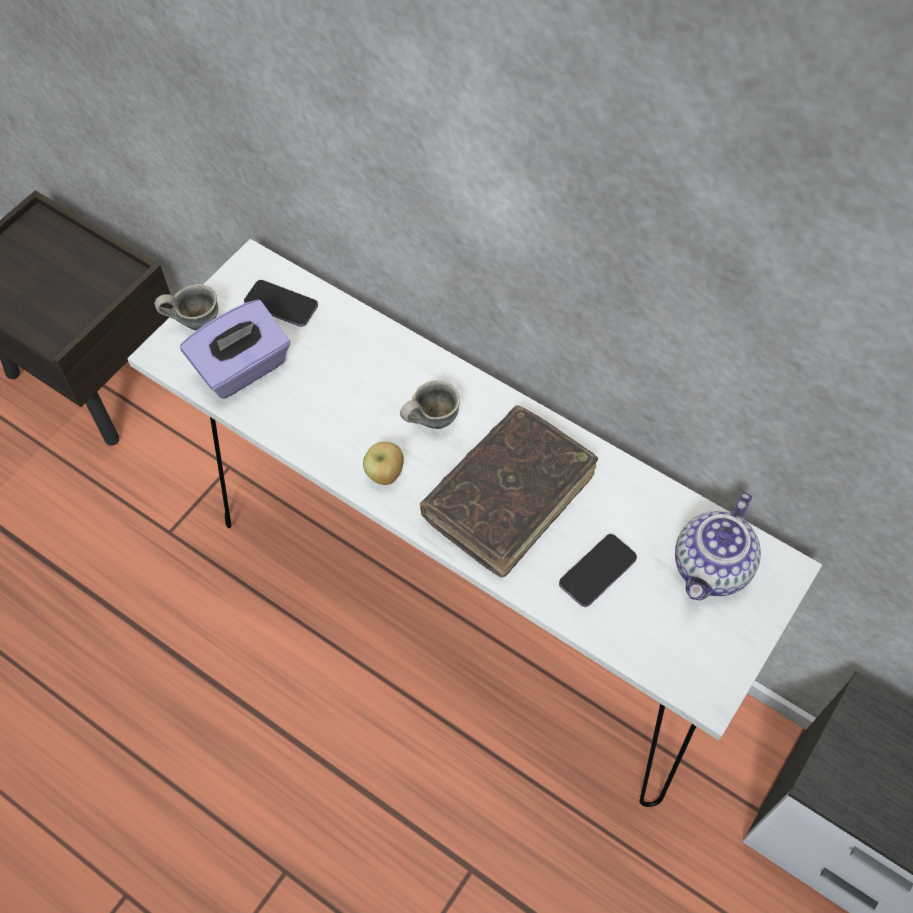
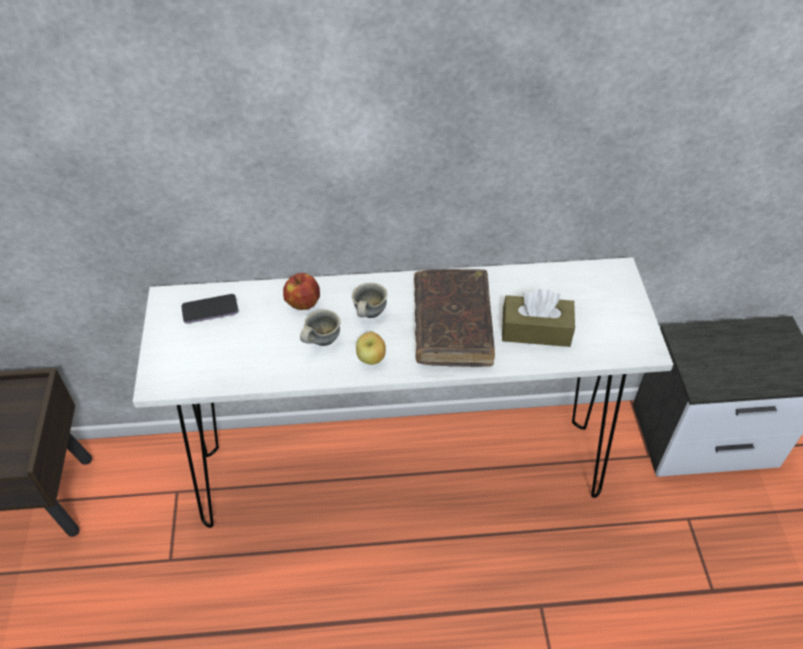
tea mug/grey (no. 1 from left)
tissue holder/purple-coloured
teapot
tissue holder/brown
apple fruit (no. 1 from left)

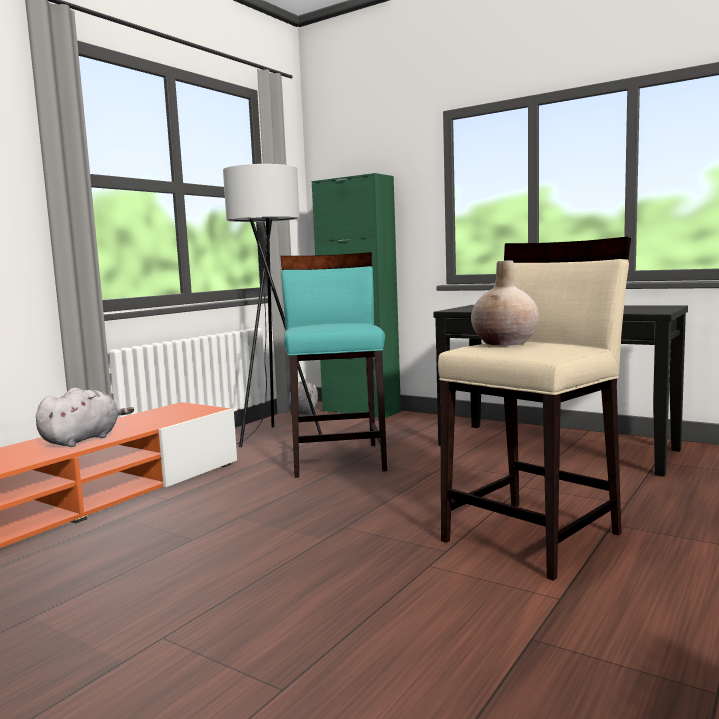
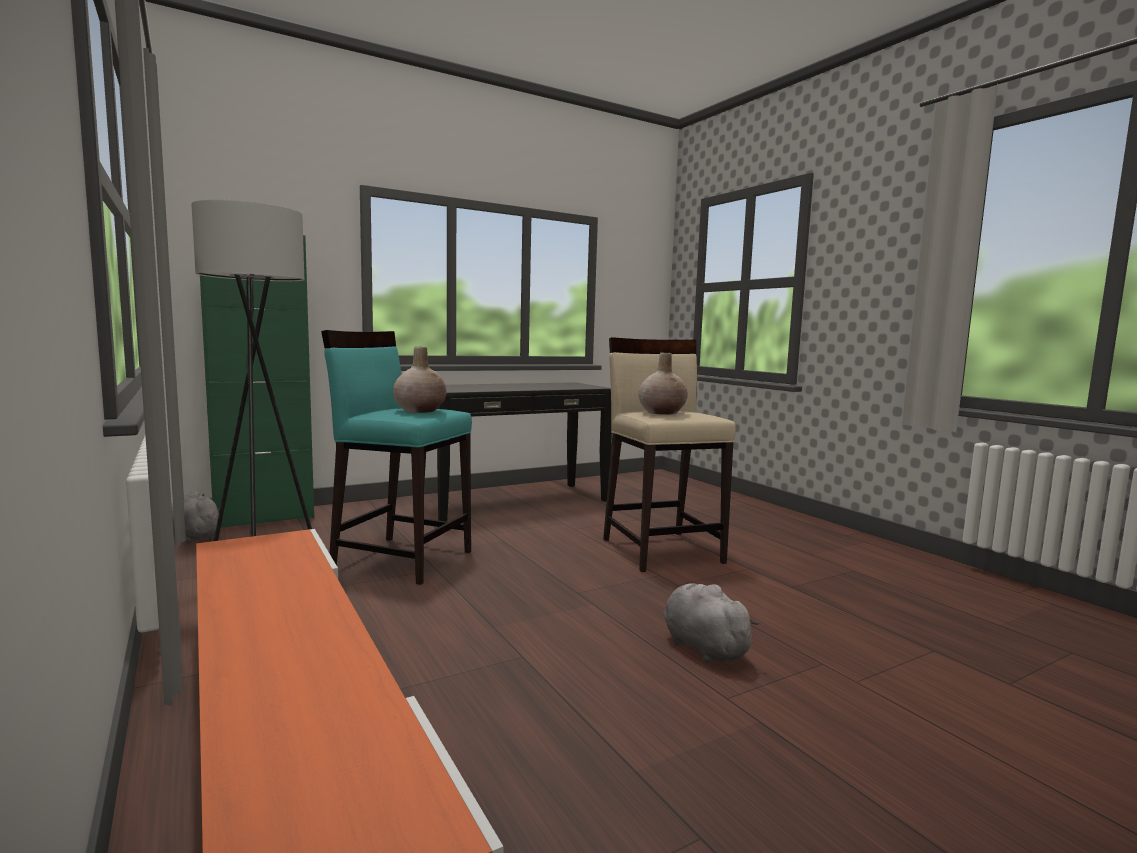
cuddly toy/grey (no. 2 from left)
flower vase/sand-coloured (no. 1 from left)

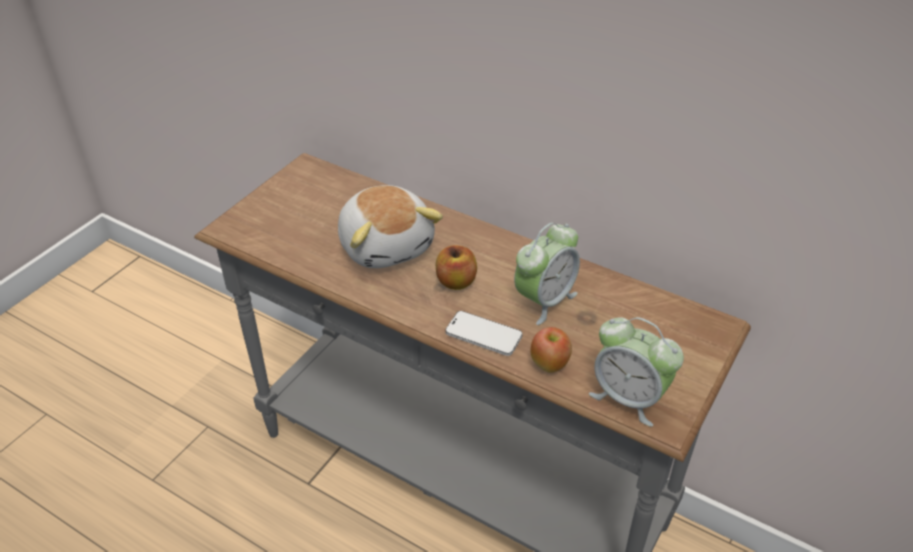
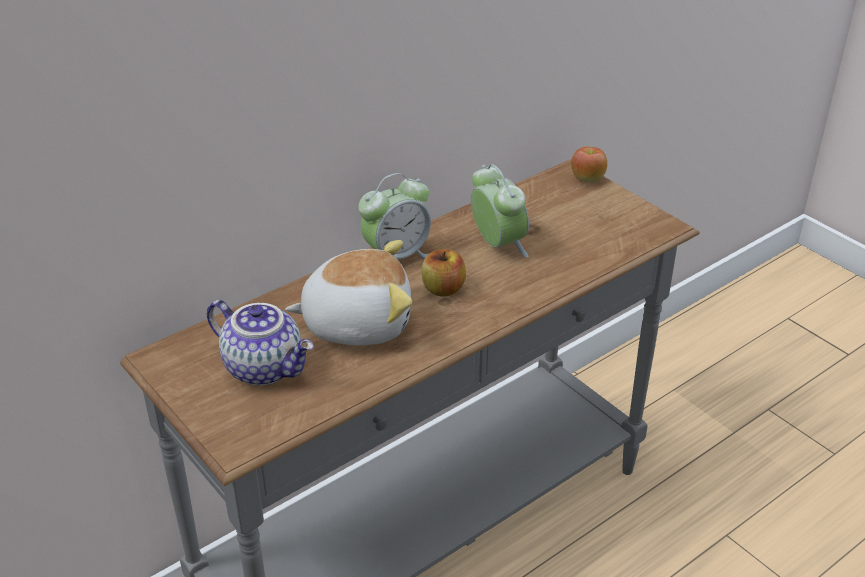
telephone
alarm clock (no. 1 from left)
apple fruit (no. 2 from left)
teapot

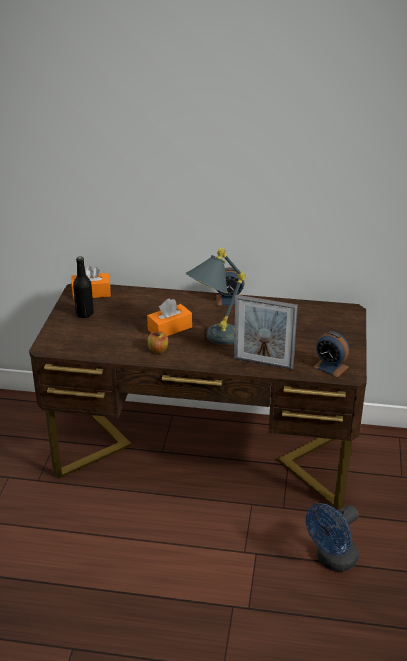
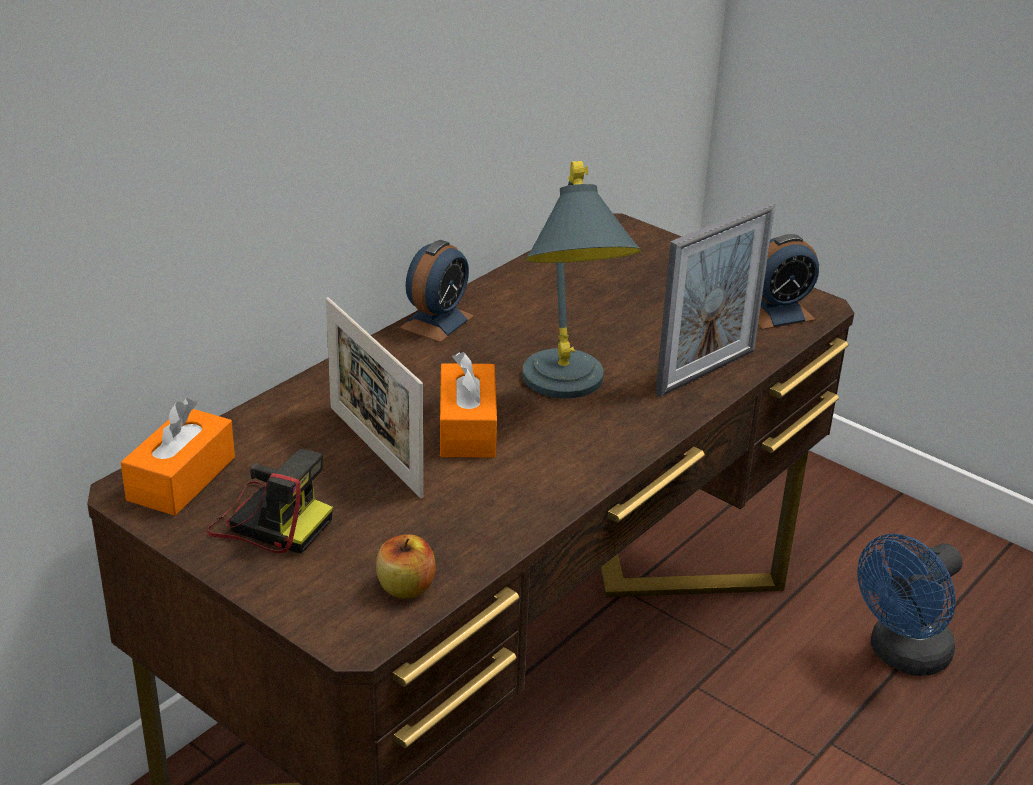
photo camera
apple fruit
cooling fan/blue
standing frame (no. 1 from left)

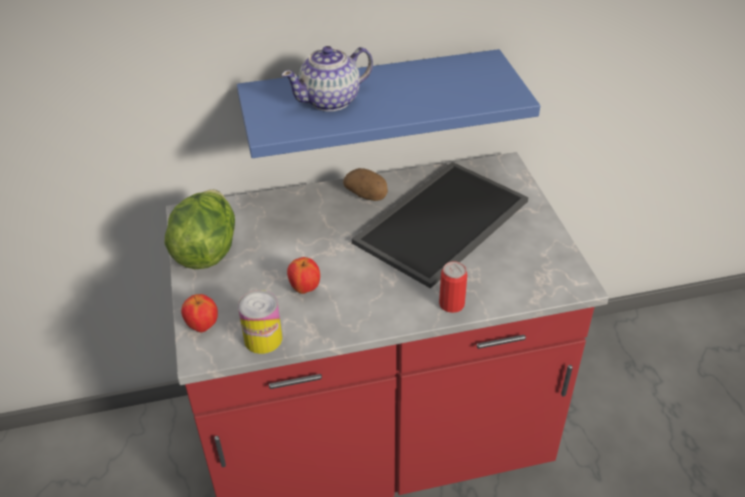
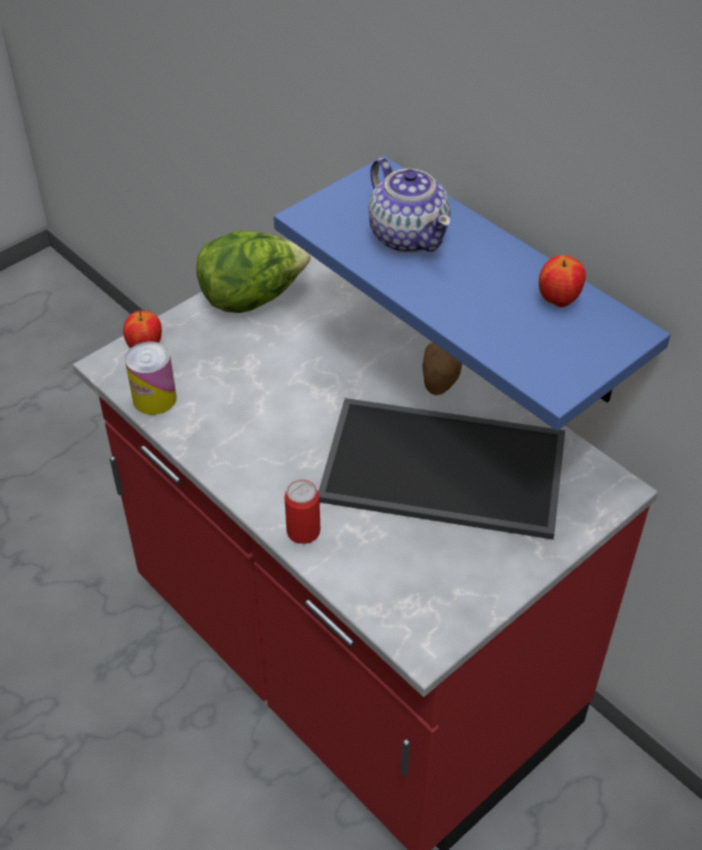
teapot
apple fruit (no. 2 from left)

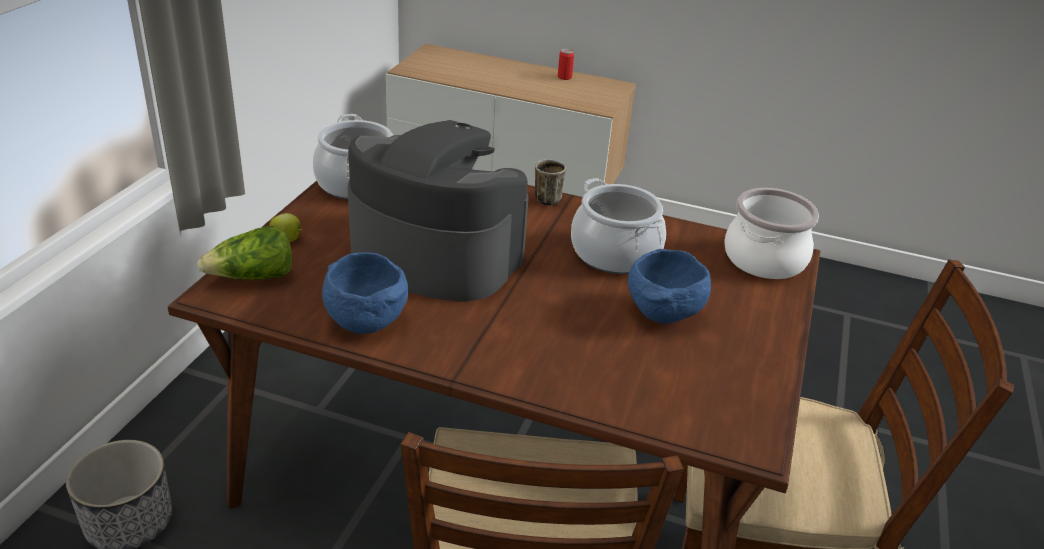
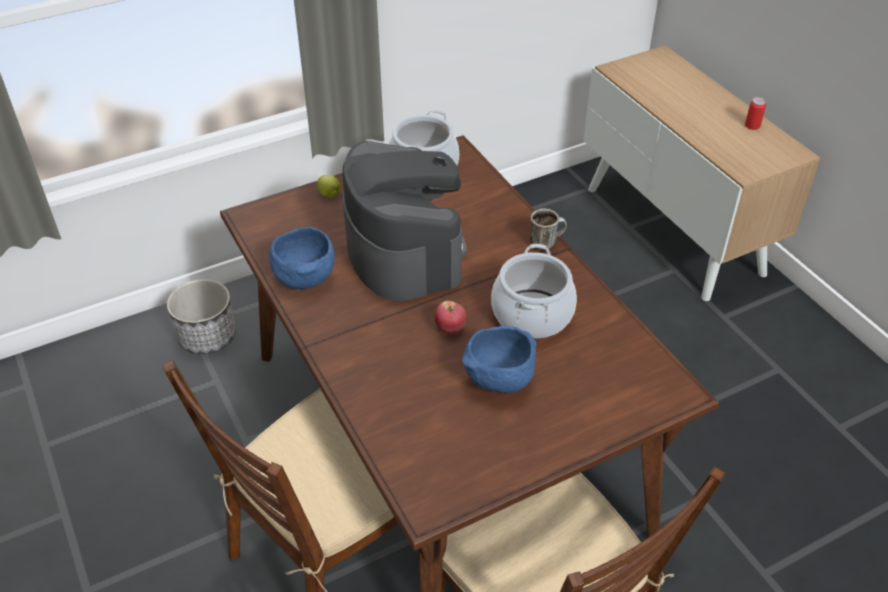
saucepot (no. 3 from left in the first image)
lettuce
apple fruit (no. 2 from left)

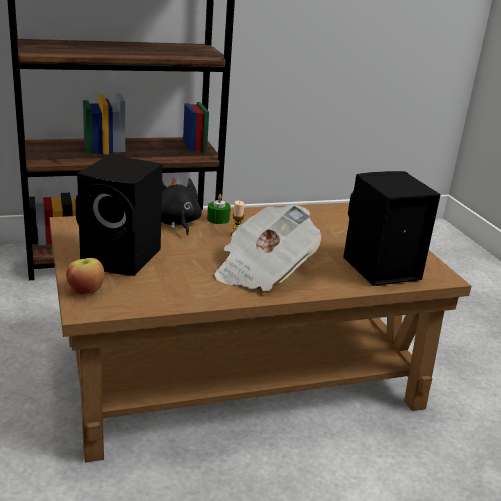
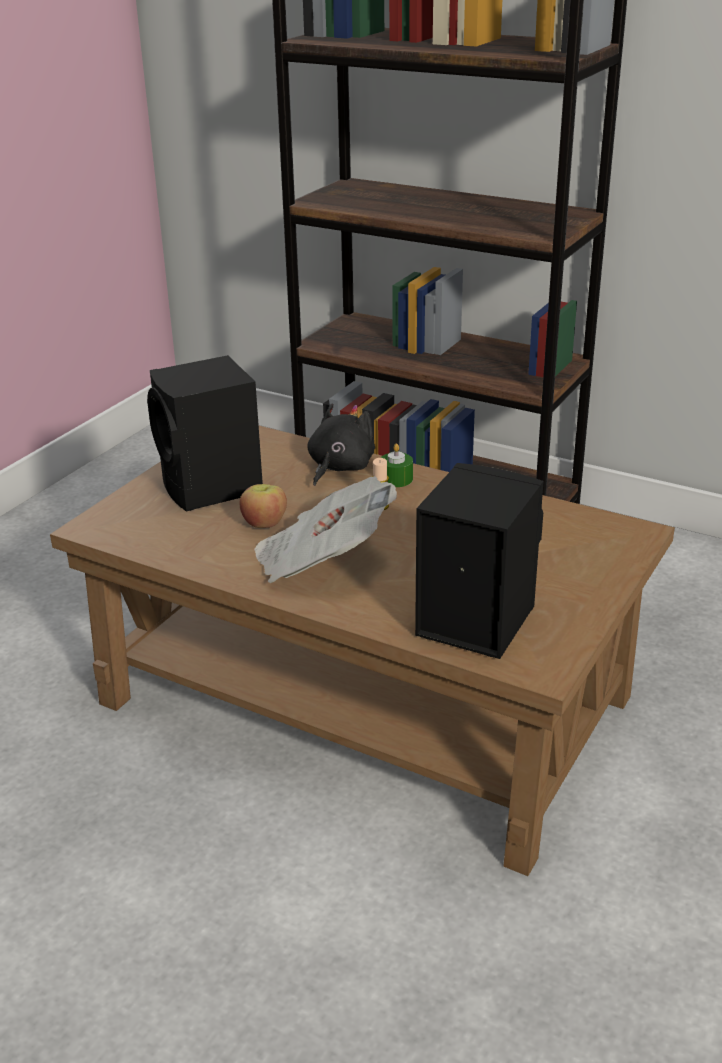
apple fruit

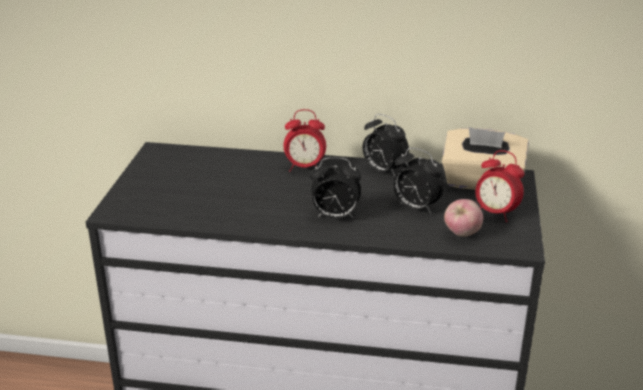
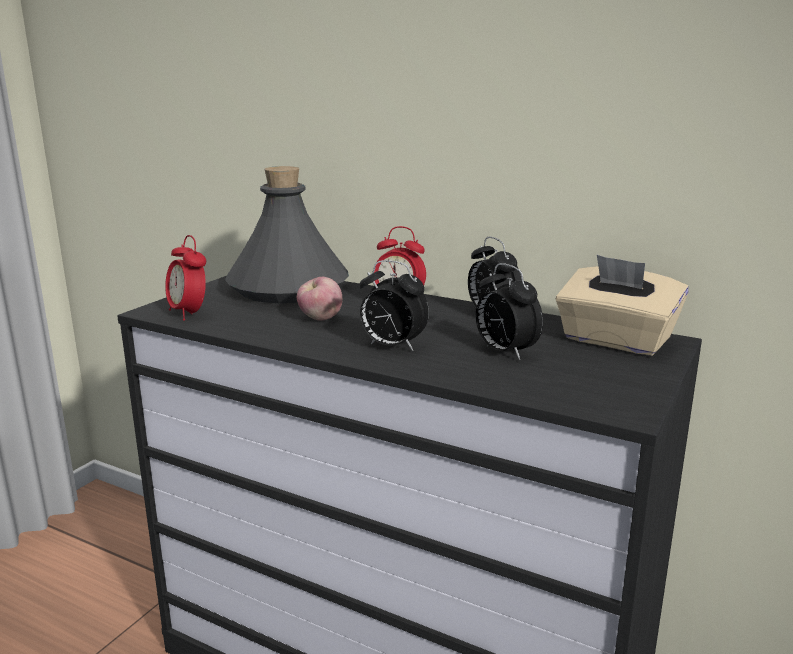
alarm clock (no. 1 from left)
apple fruit
beverage bottle/grey

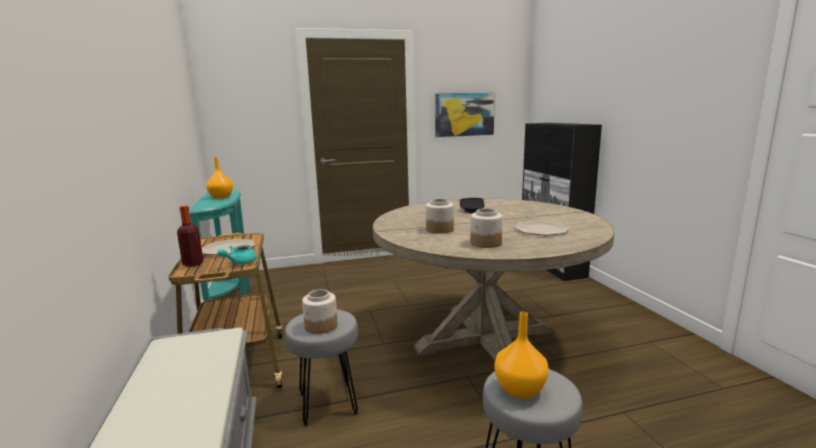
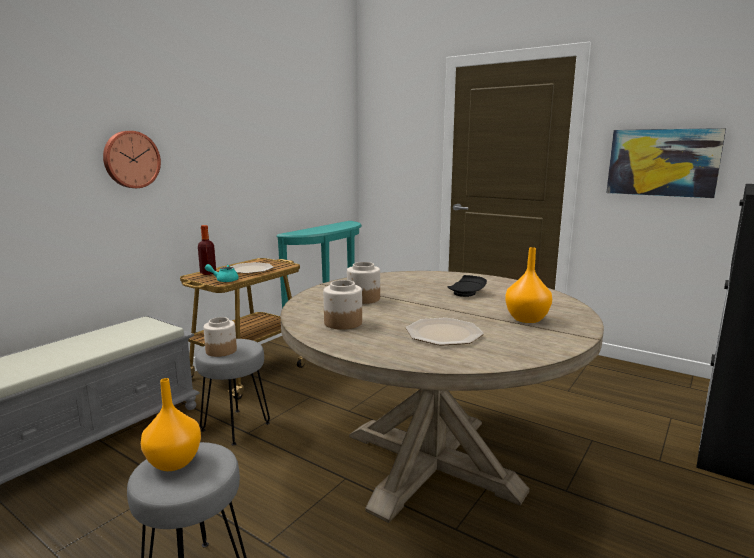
flower vase/orange-coloured (no. 2 from left)
wall clock

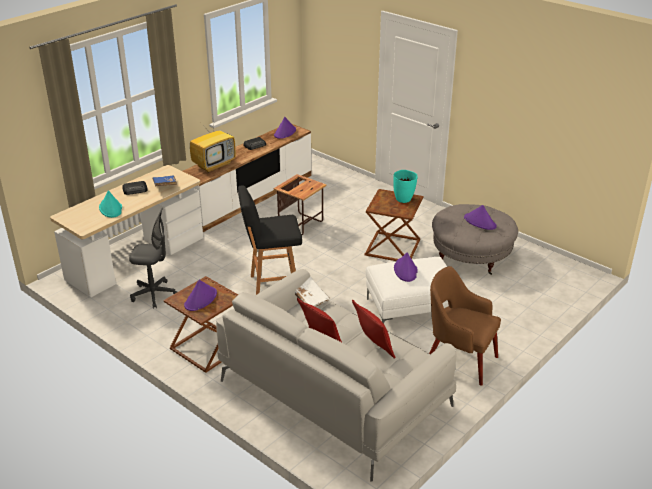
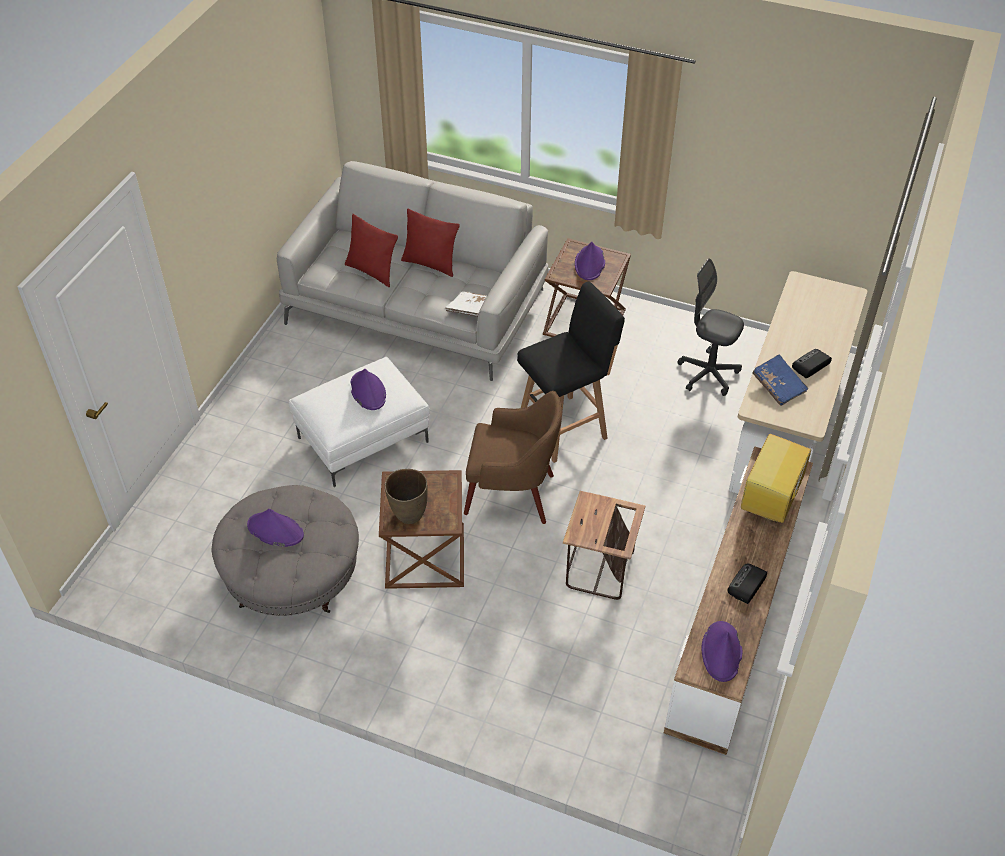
flower vase/brown
wearable hat/turquoise
desk chair/grey
lounge chair/brown

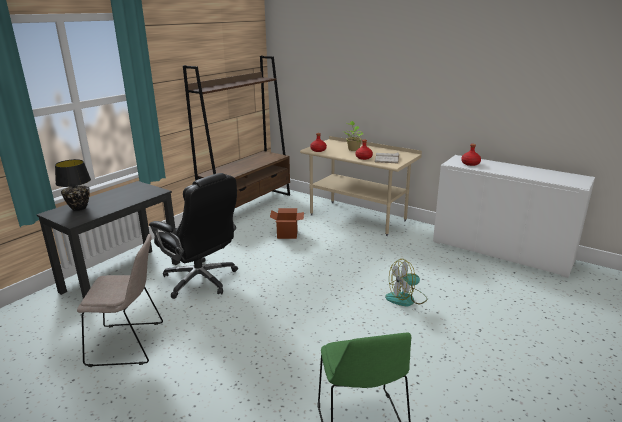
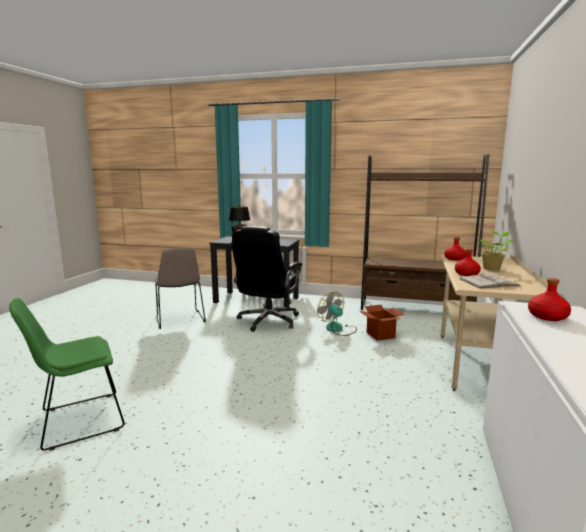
cooling fan

